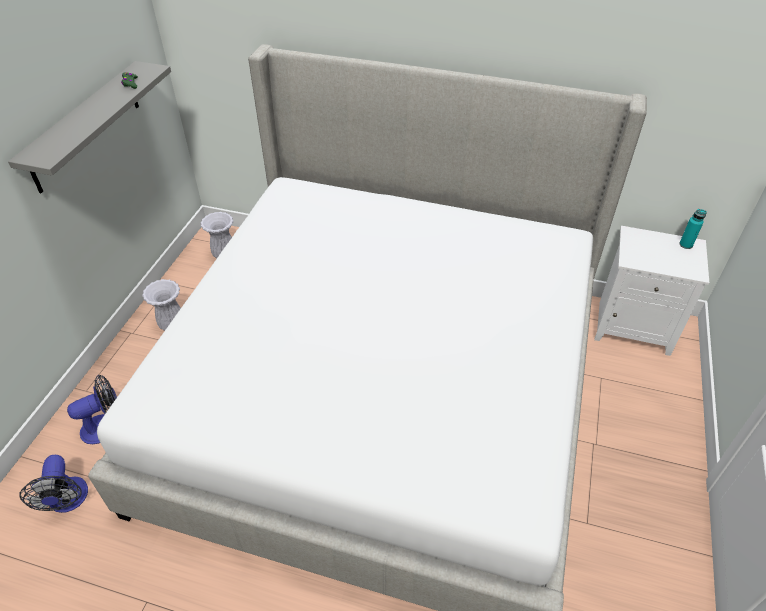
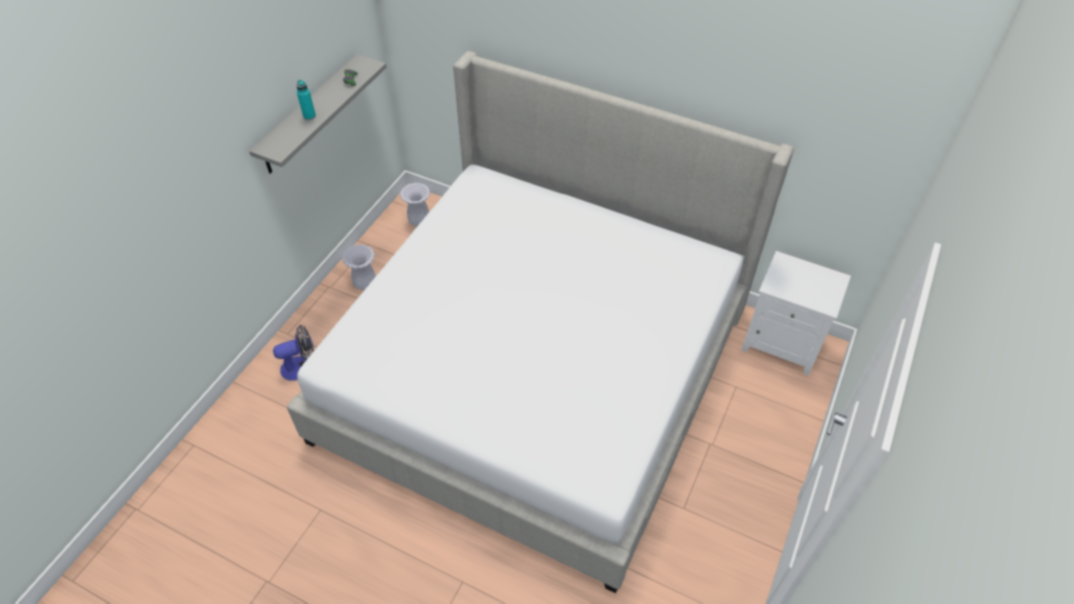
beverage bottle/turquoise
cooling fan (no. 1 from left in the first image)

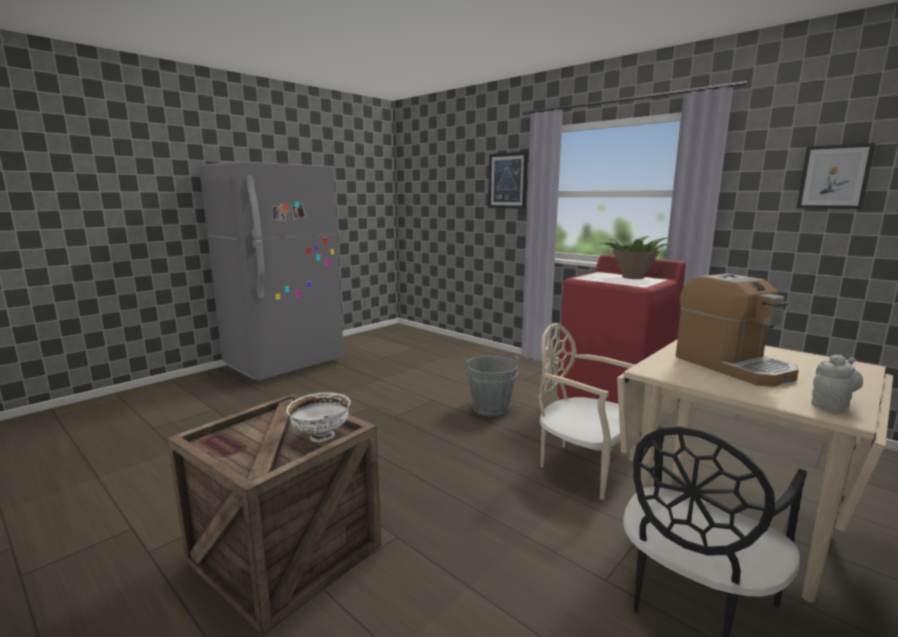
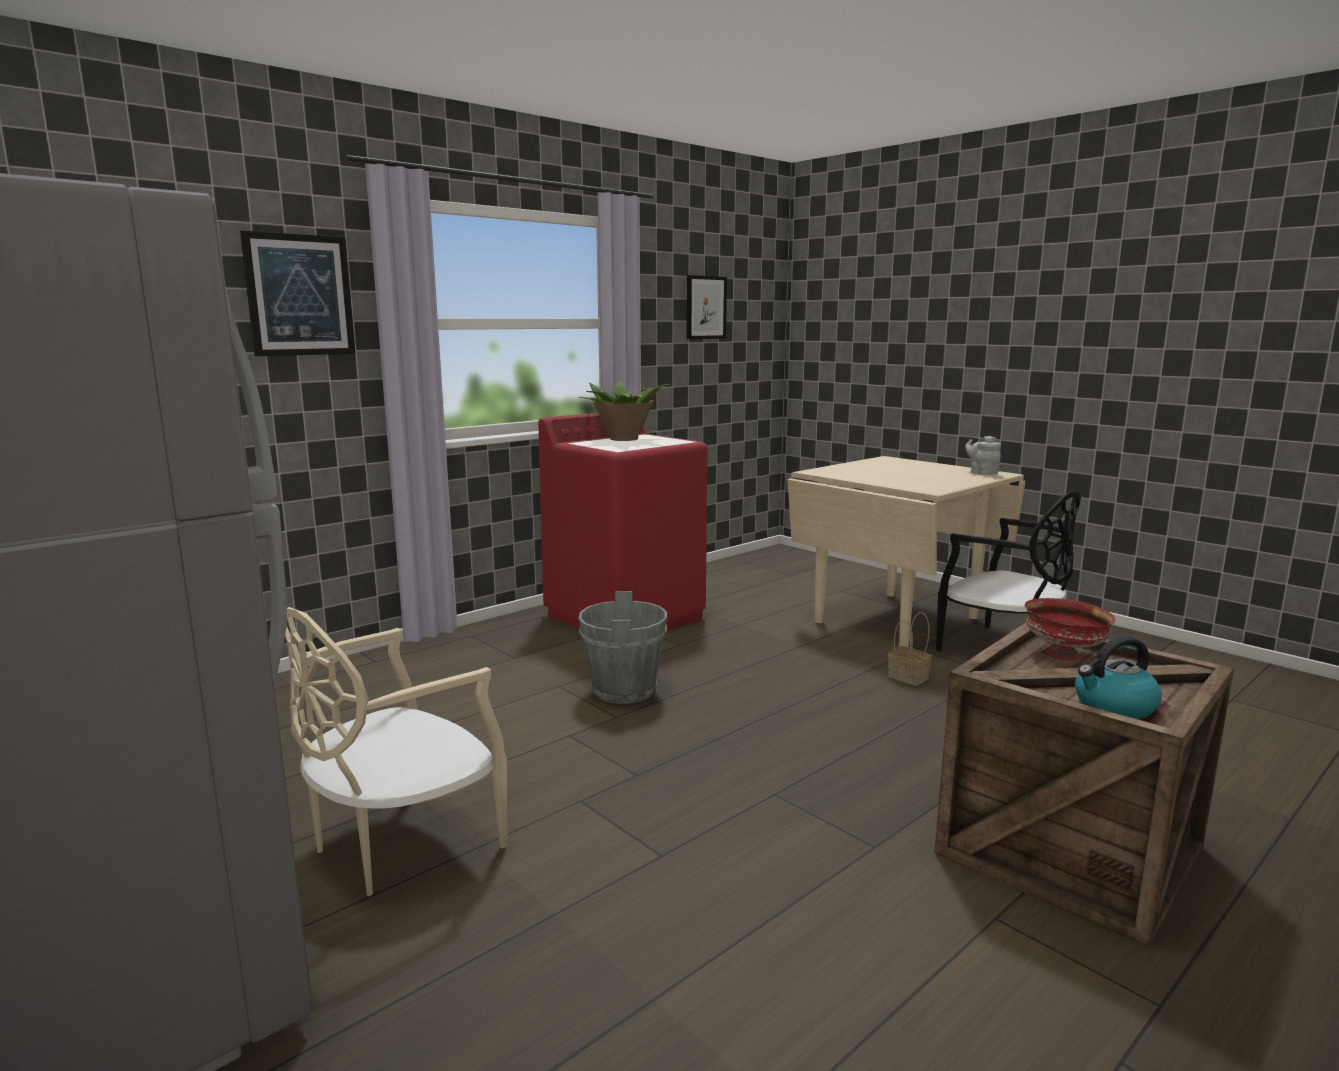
coffee brewer
plain chair/sand-coloured
bowl/reddish
household basket
tea kettle

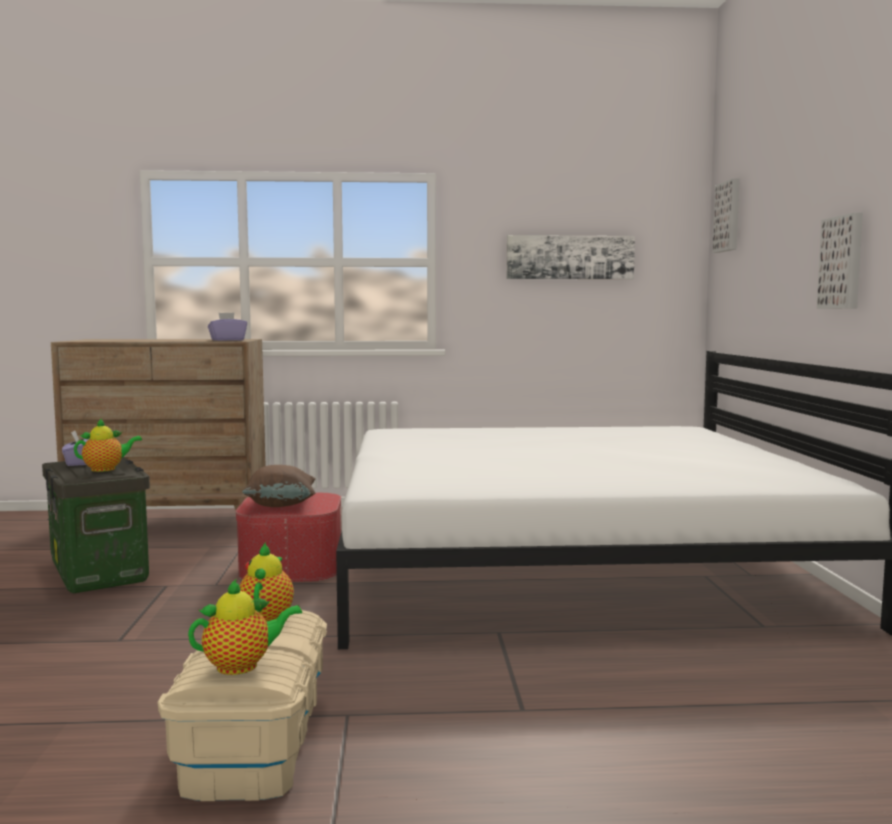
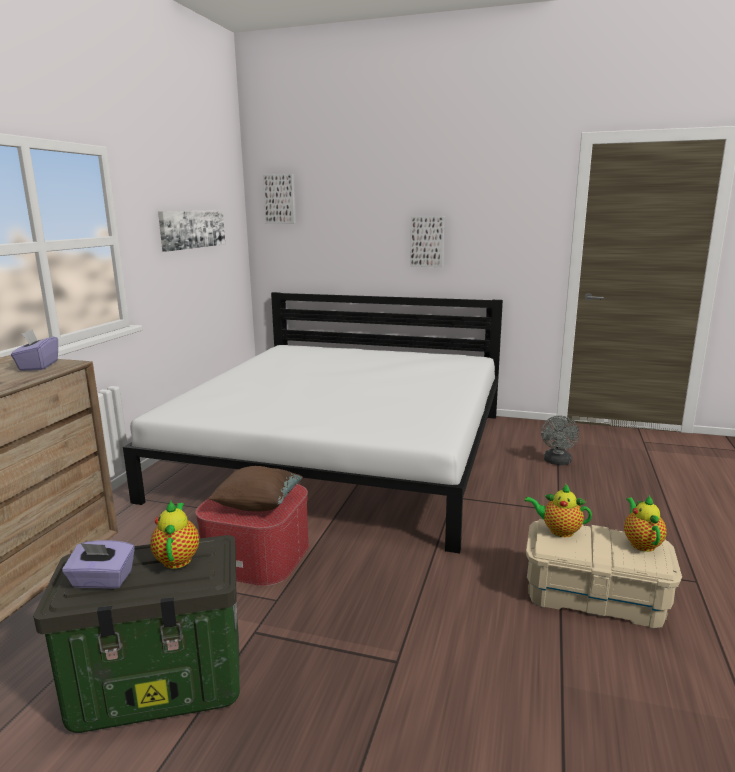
cooling fan/grey

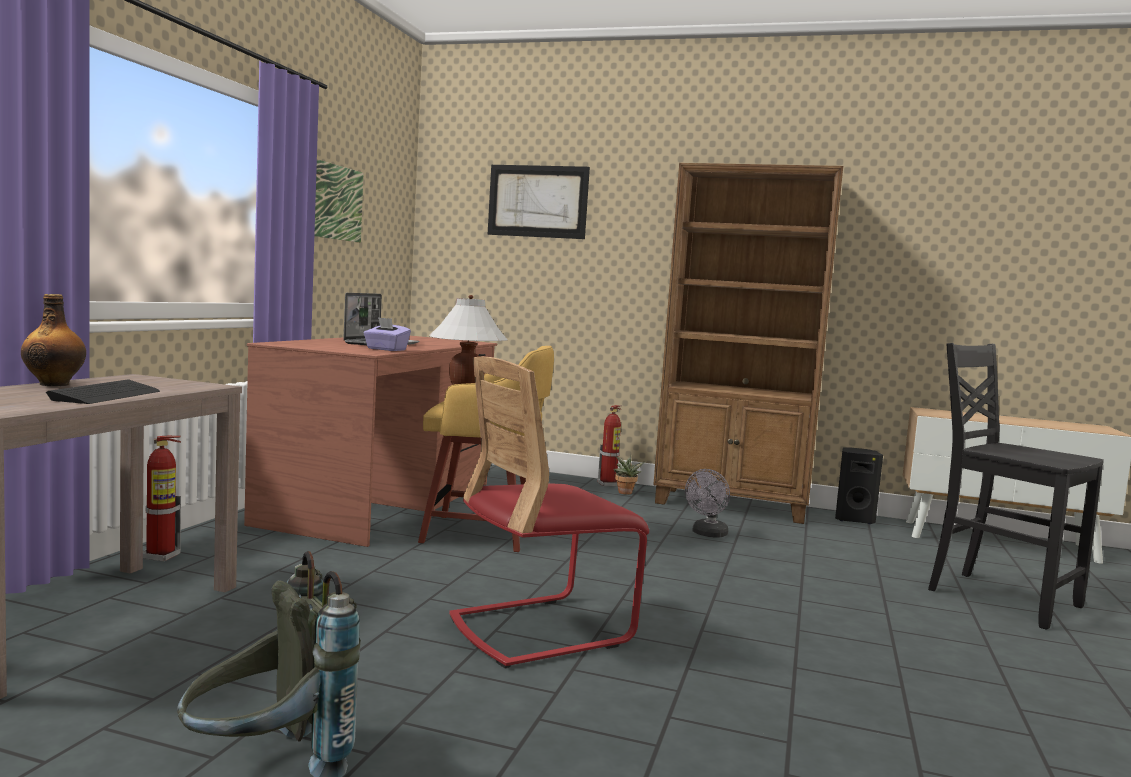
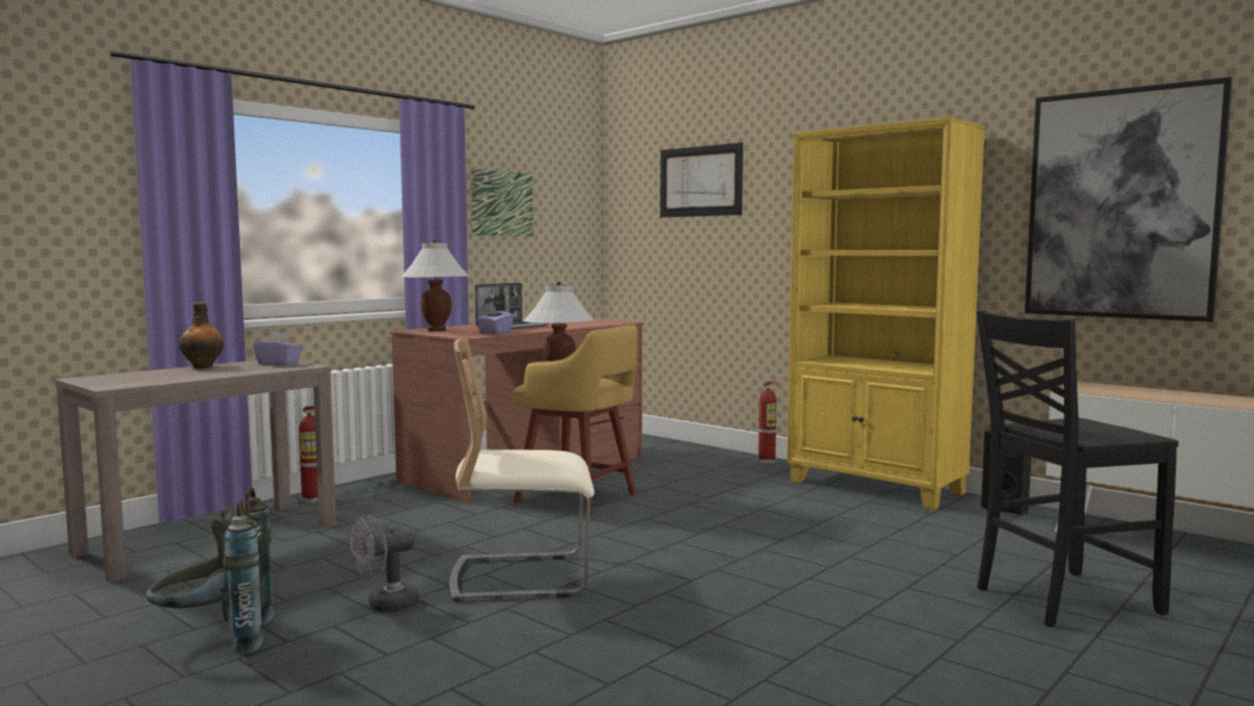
bookshelf/yellow
plain chair/black-coloured
plain chair/sand-coloured
keyboard
houseplant
cooling fan/grey
picture (no. 3 from left)
tabletop lamp/white-coloured (no. 1 from left)
tissue holder/purple-coloured (no. 1 from left)

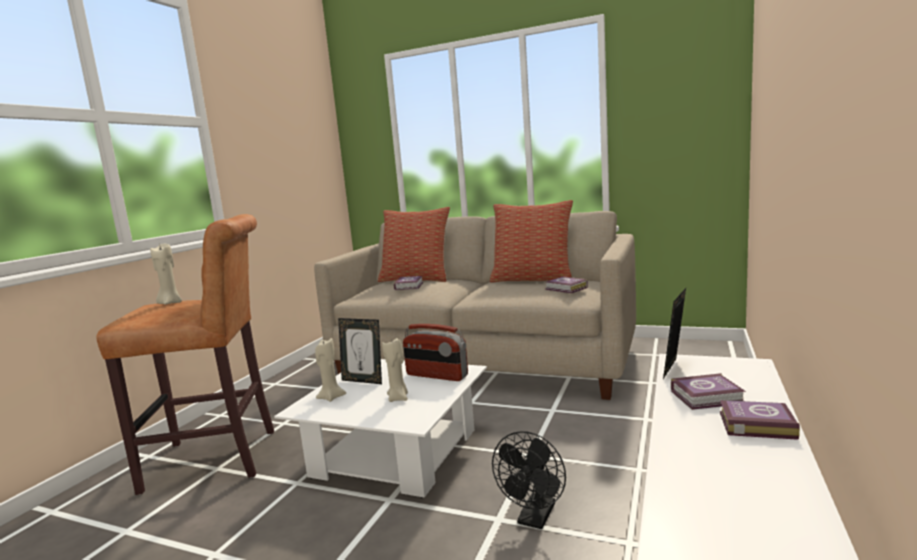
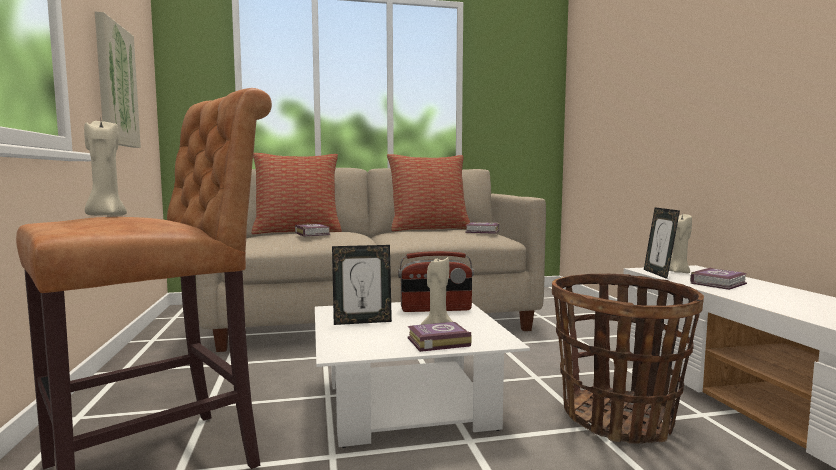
wax candle/sand-coloured (no. 3 from left)
volume (no. 2 from left)
household basket
picture

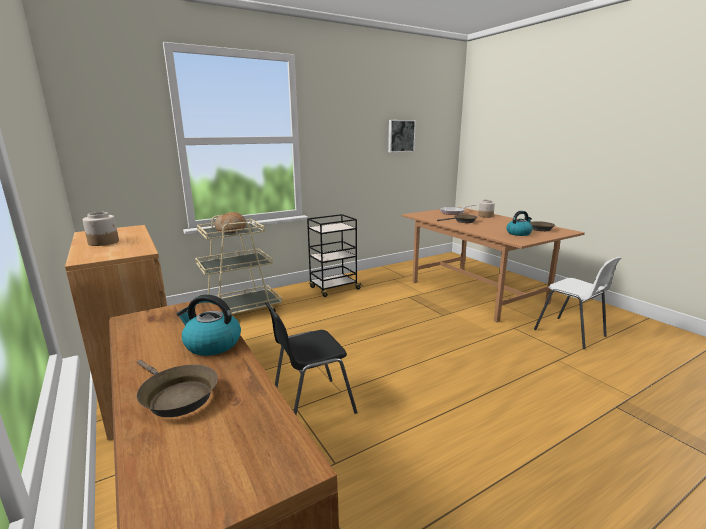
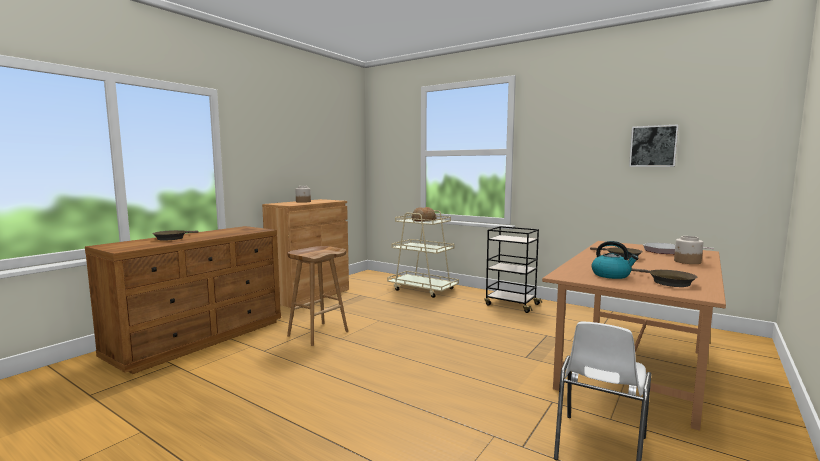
tea kettle (no. 1 from left in the first image)
stool/brown

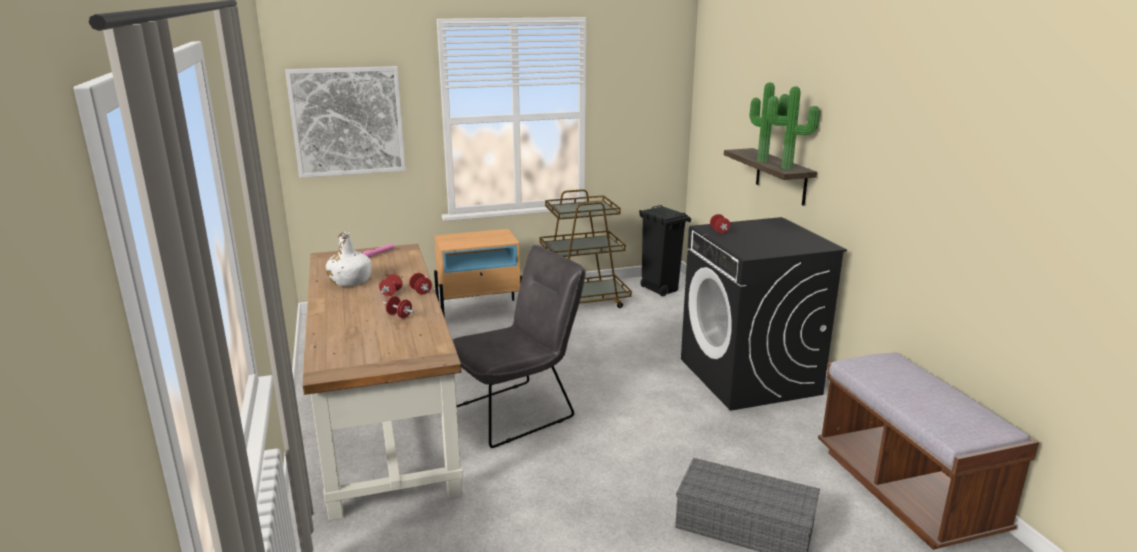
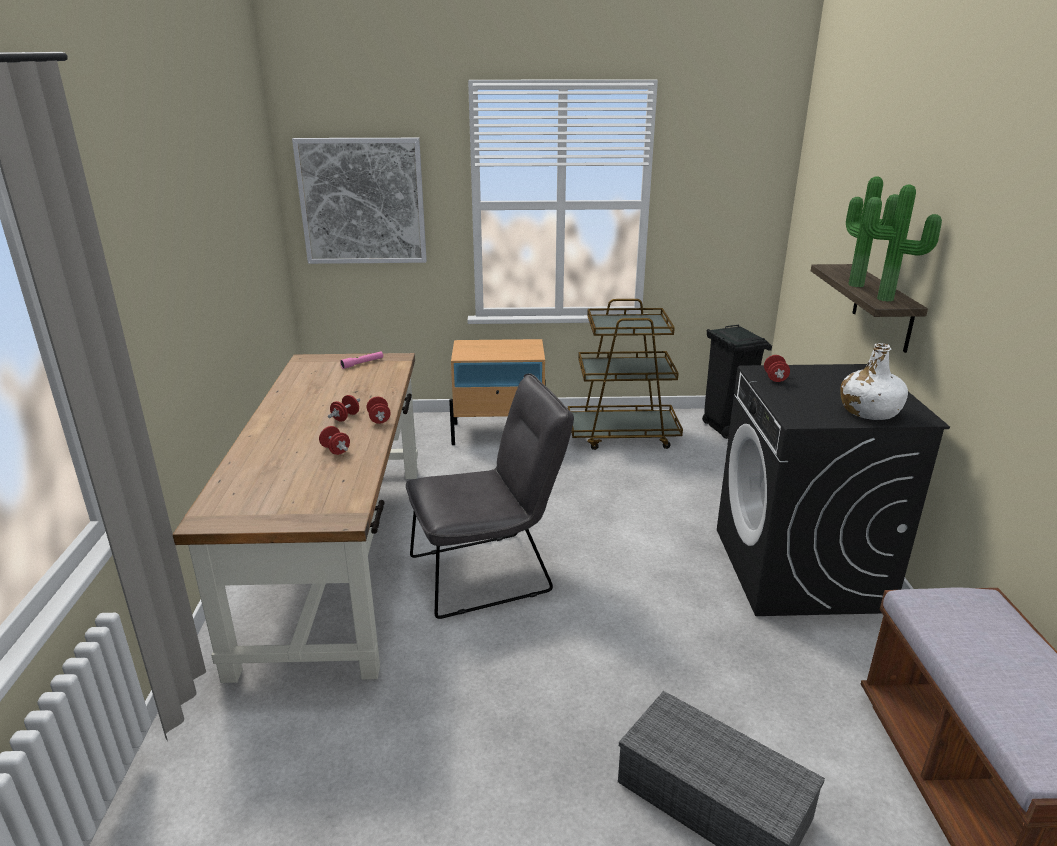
beverage bottle/white-coloured

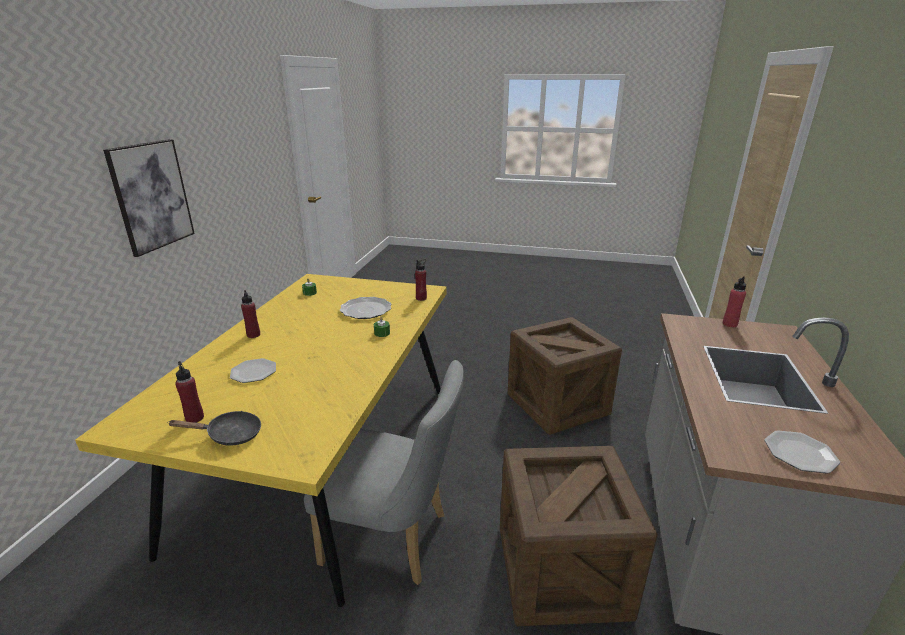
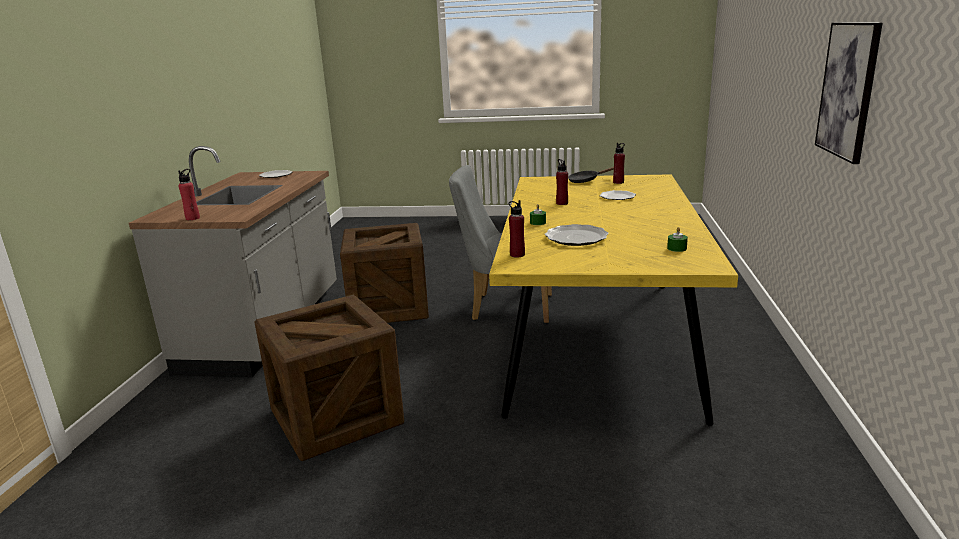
beverage bottle/reddish (no. 3 from left)

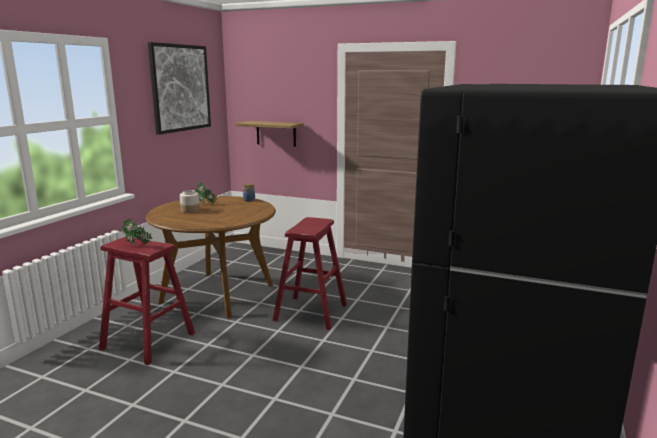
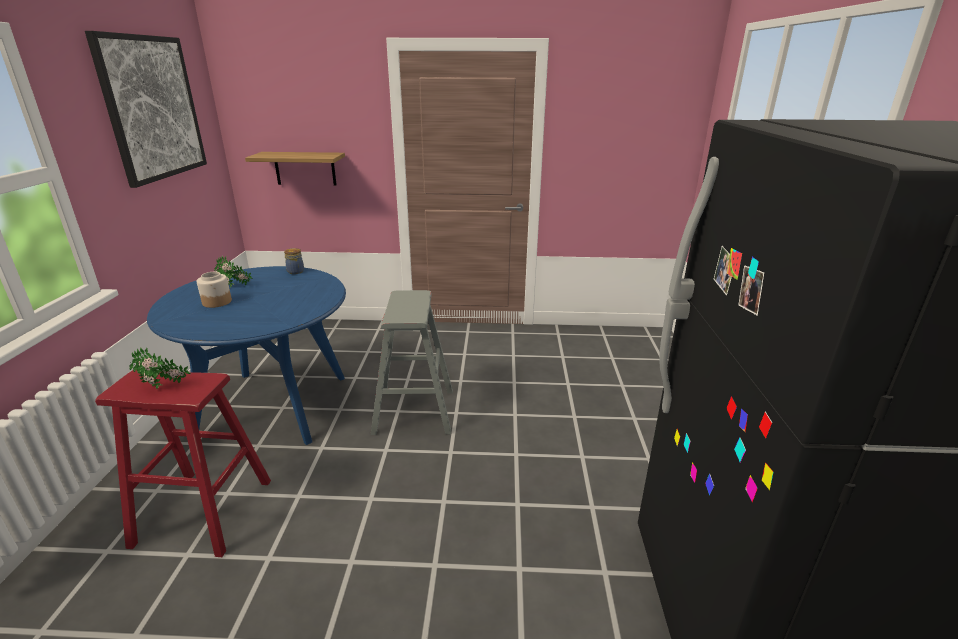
dining table/blue
stool/grey

